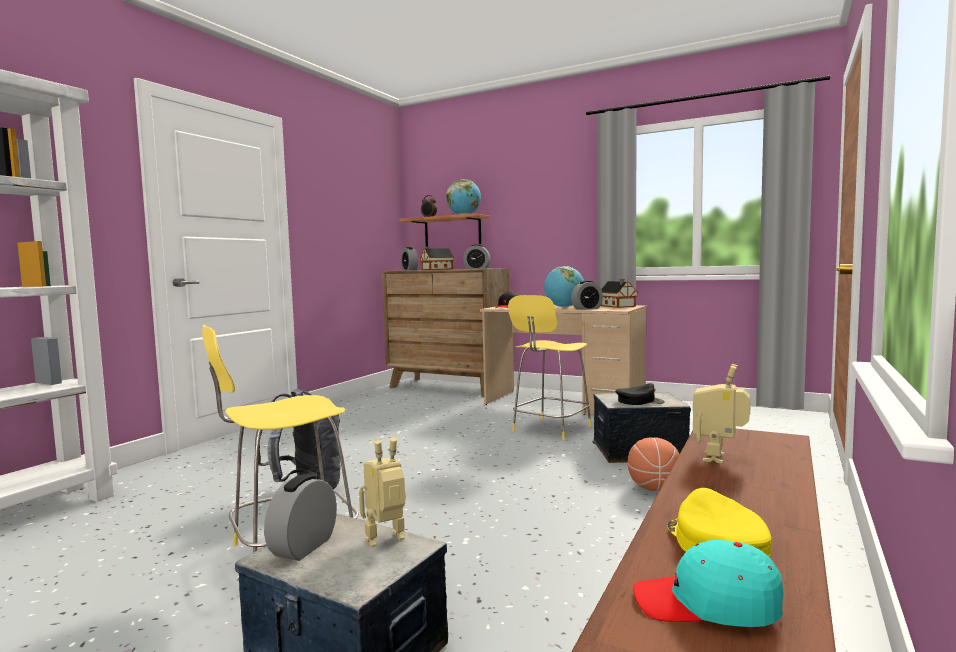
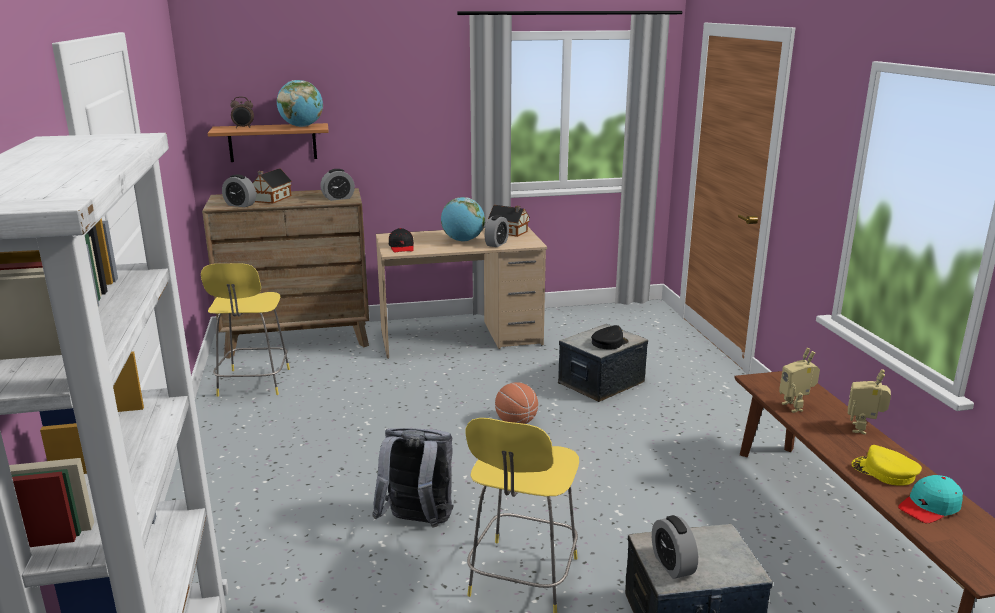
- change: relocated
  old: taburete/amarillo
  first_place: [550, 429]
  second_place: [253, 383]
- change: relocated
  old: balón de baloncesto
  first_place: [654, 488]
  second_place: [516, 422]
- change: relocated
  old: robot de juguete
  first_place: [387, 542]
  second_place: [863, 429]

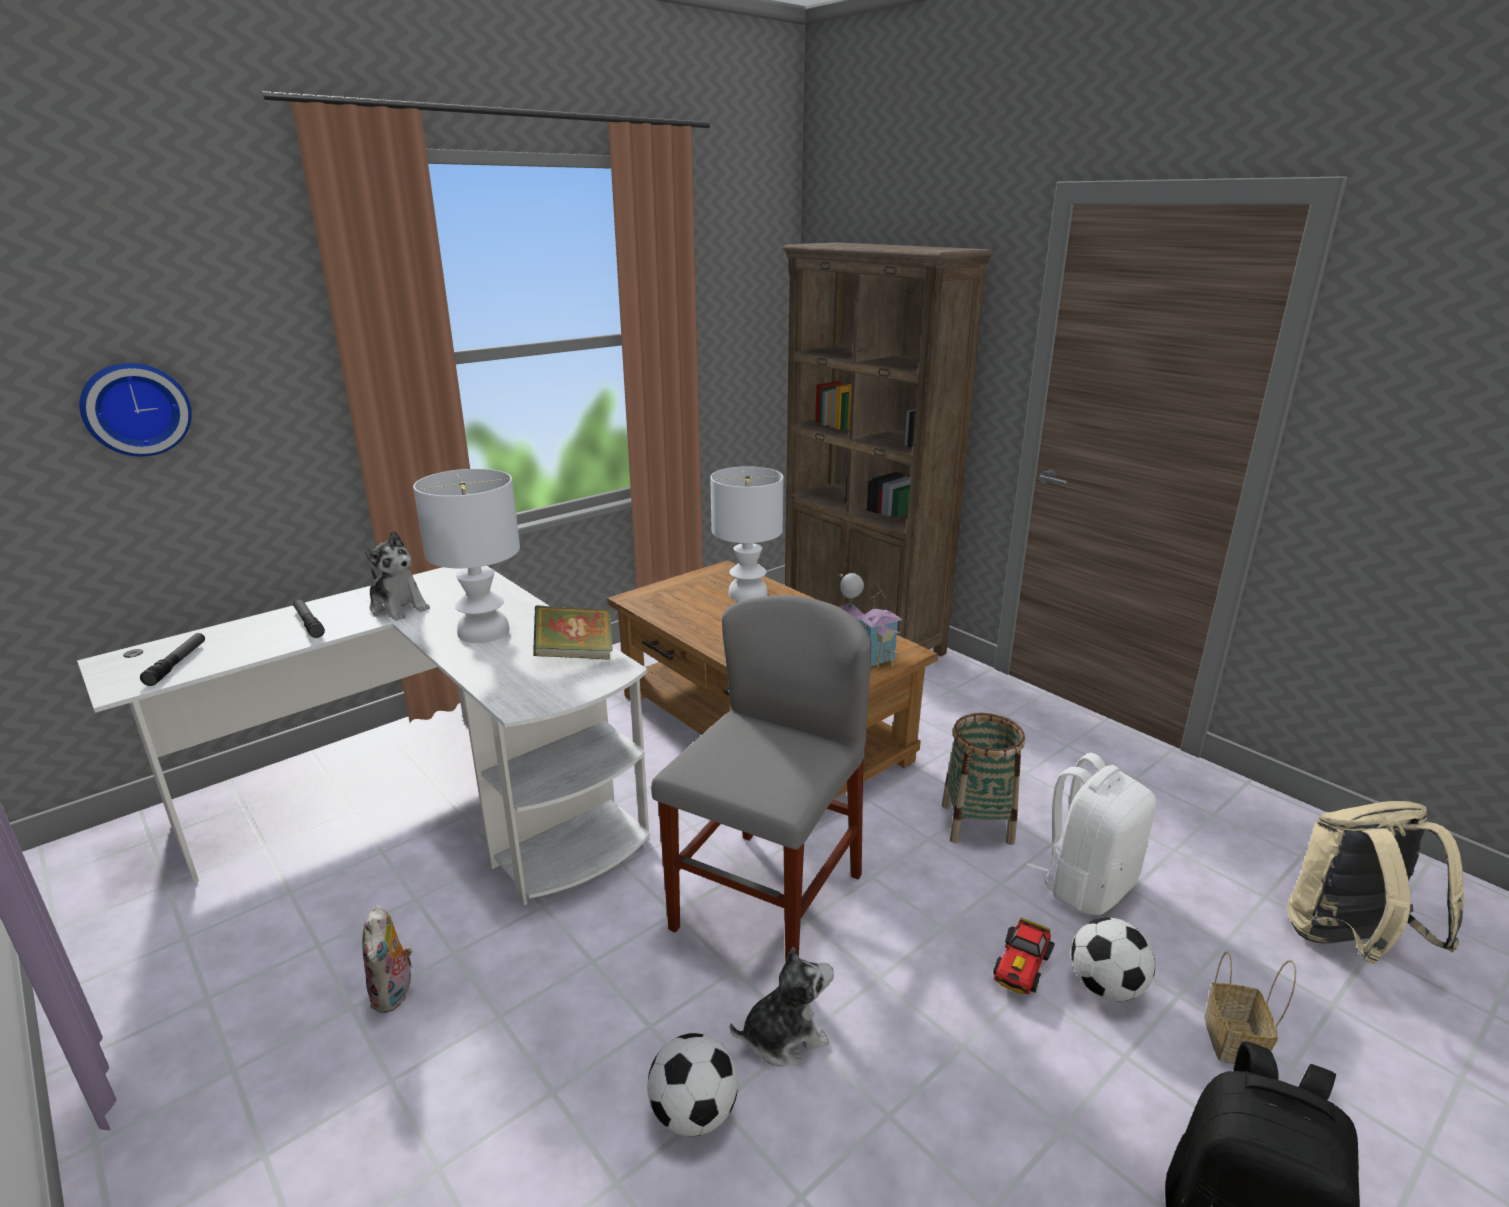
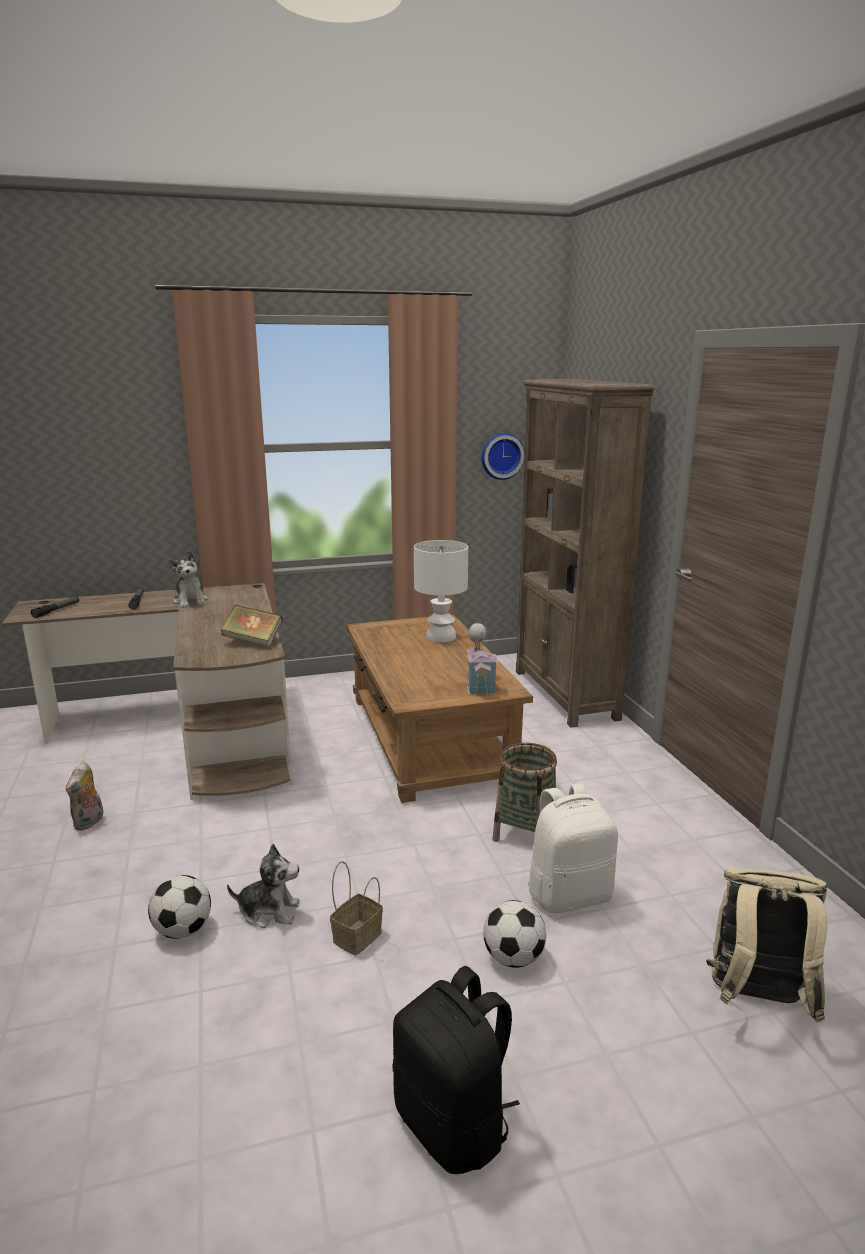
- change: colour
  old: escritorio/blanco
  new: escritorio/marrón
  first_place: [436, 800]
  second_place: [193, 733]
- change: relocated
  old: cesta
  first_place: [1235, 1042]
  second_place: [357, 938]
- change: relocated
  old: reloj de pared
  first_place: [135, 409]
  second_place: [501, 455]
- change: missing
  old: lámpara de mesa/blanco
  first_place: [485, 631]
- change: missing
  old: silla/gris
  first_place: [767, 901]
- change: missing
  old: coche de juguete
  first_place: [1021, 968]

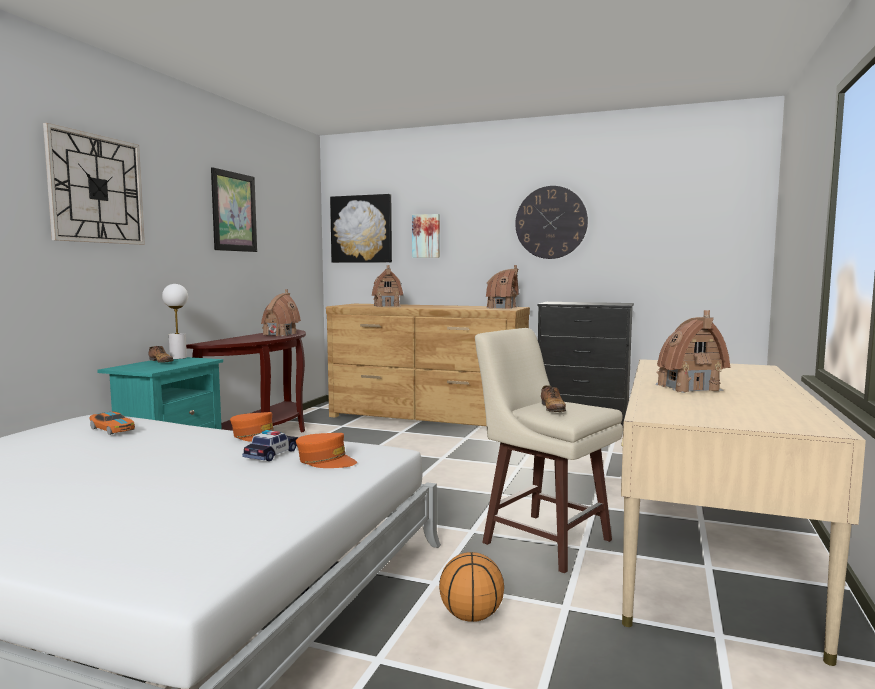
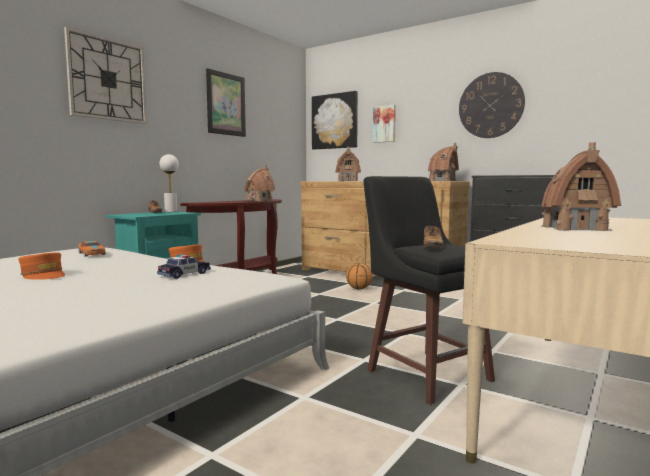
- change: relocated
  old: gorra/naranja
  first_place: [326, 461]
  second_place: [43, 275]
- change: relocated
  old: balón de baloncesto
  first_place: [472, 616]
  second_place: [359, 289]
- change: colour
  old: taburete/beis
  new: taburete/negro
  first_place: [544, 540]
  second_place: [427, 374]

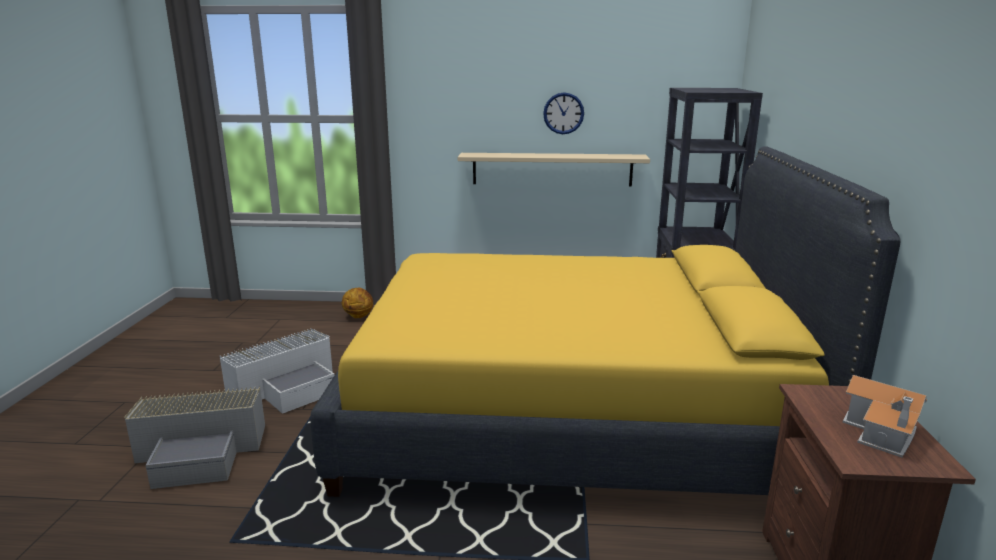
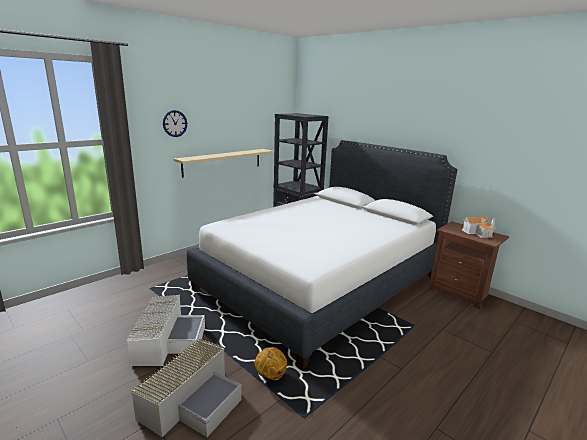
- change: relocated
  old: reloj de pared
  first_place: [563, 113]
  second_place: [175, 123]
- change: colour
  old: cama/amarillo
  new: cama/blanco
  first_place: [569, 415]
  second_place: [321, 282]
- change: relocated
  old: balón de baloncesto
  first_place: [358, 316]
  second_place: [270, 375]

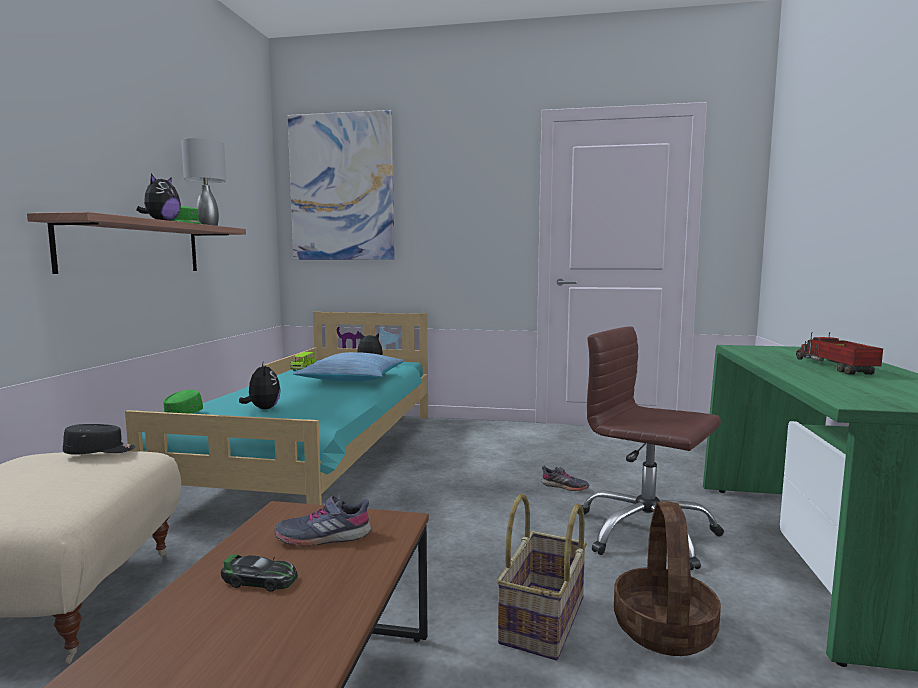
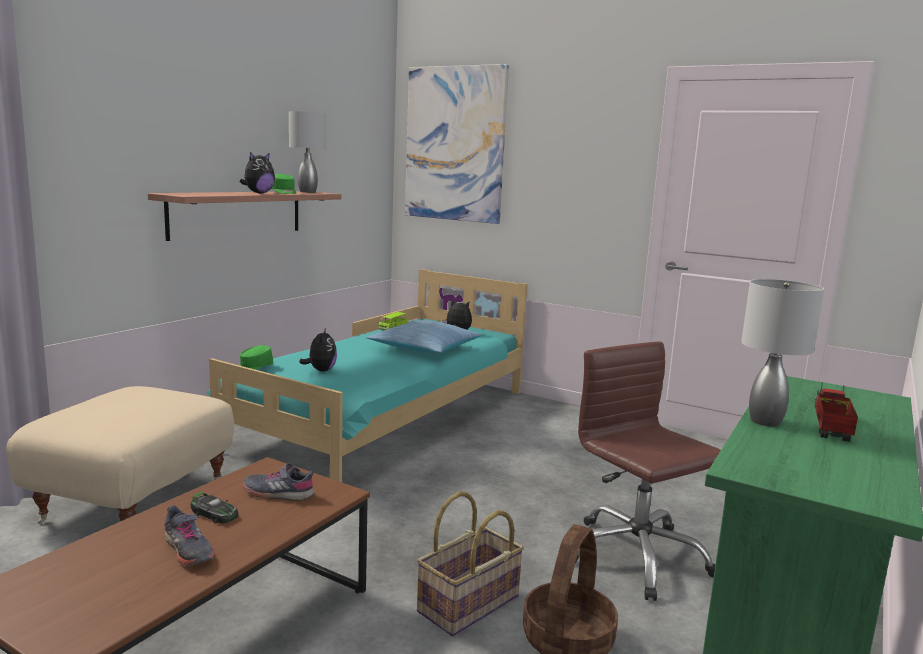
- change: relocated
  old: zapato/gris
  first_place: [564, 487]
  second_place: [187, 550]
- change: appeared
  new: lámpara de mesa/gris
  second_place: [765, 421]
- change: missing
  old: gorra/negro
  first_place: [100, 452]

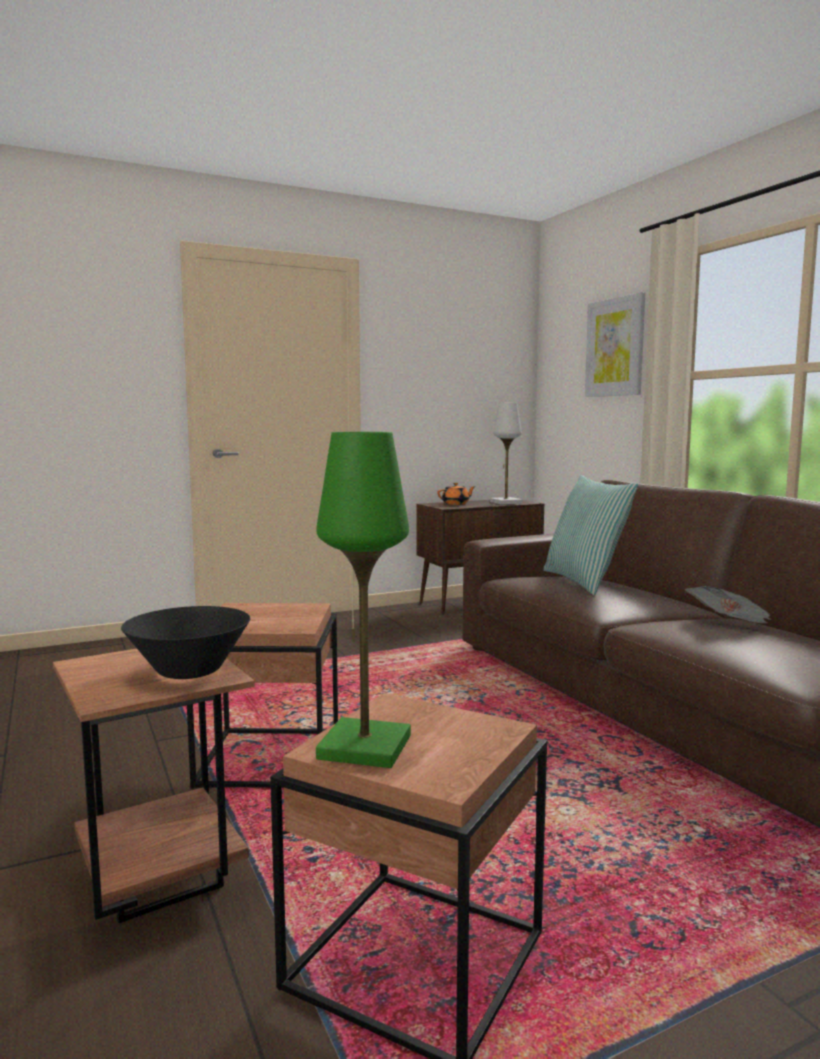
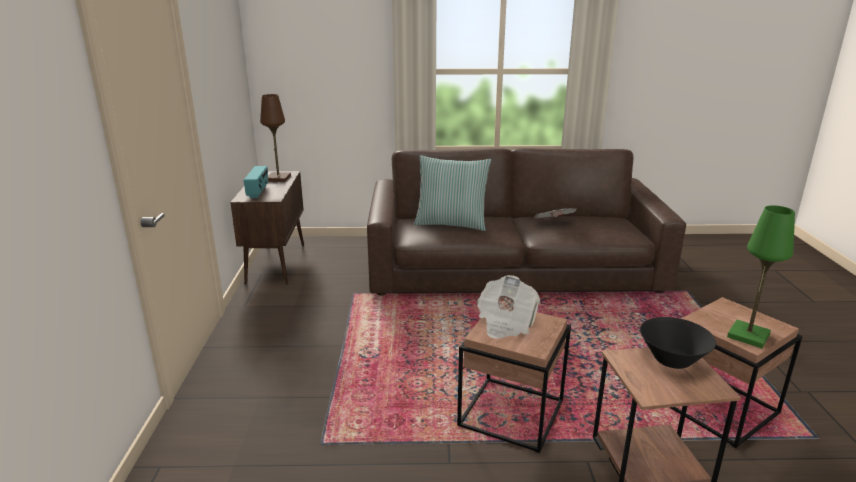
- change: exchanged
  old: tetera/naranja
  new: radio
  first_place: [456, 504]
  second_place: [258, 192]
- change: colour
  old: lámpara de mesa/blanco
  new: lámpara de mesa/marrón
  first_place: [506, 502]
  second_place: [278, 178]
- change: appeared
  new: periódico
  second_place: [505, 322]
- change: missing
  old: cuadro
  first_place: [615, 347]

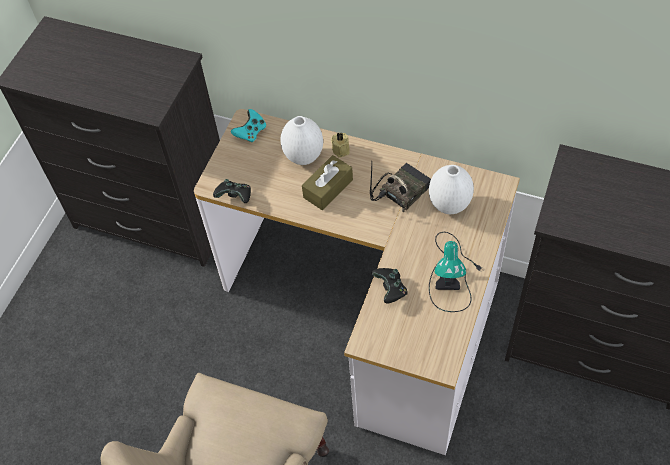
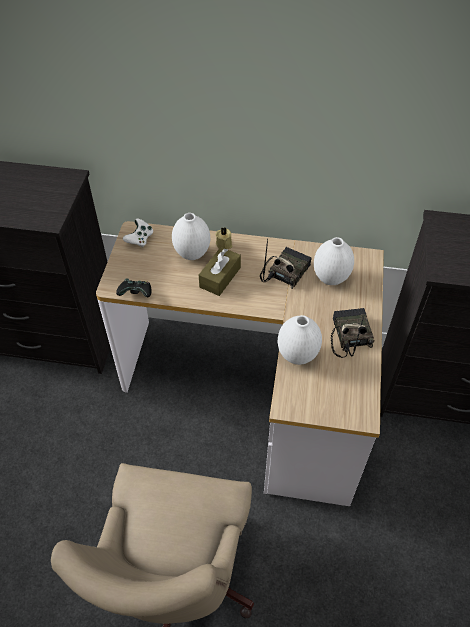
- change: colour
  old: mando de consola/turquesa
  new: mando de consola/blanco
  first_place: [251, 132]
  second_place: [140, 239]
- change: exchanged
  old: mando de consola/negro
  new: florero/blanco
  first_place: [390, 290]
  second_place: [298, 356]
- change: exchanged
  old: lámpara de mesa
  new: radio
  first_place: [451, 274]
  second_place: [348, 335]

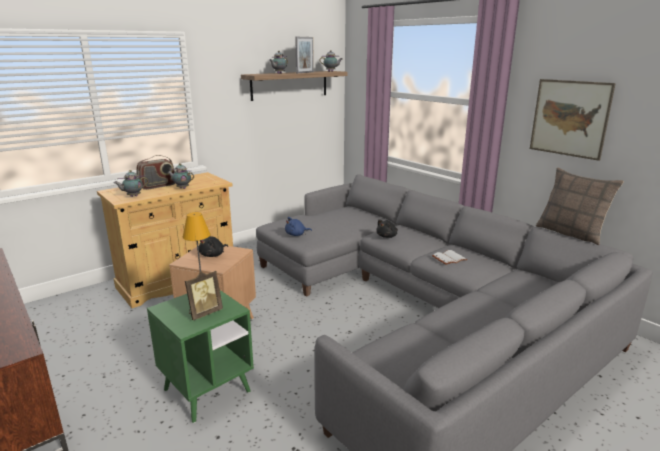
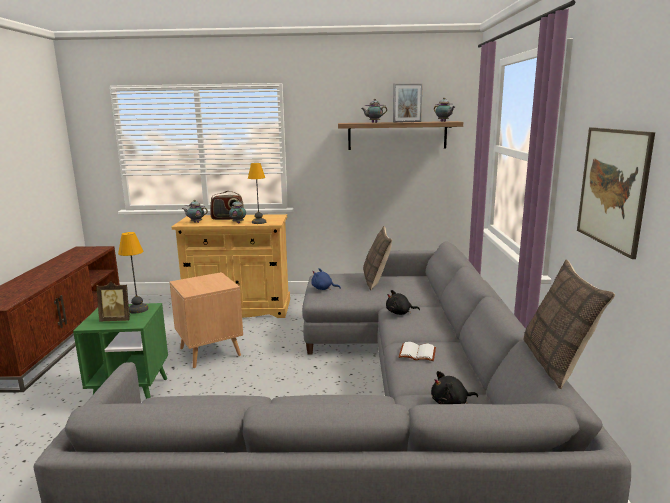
- change: appeared
  new: lámpara de mesa
  second_place: [258, 222]
- change: appeared
  new: cojín
  second_place: [376, 281]
- change: relocated
  old: peluche/negro
  first_place: [213, 255]
  second_place: [451, 404]

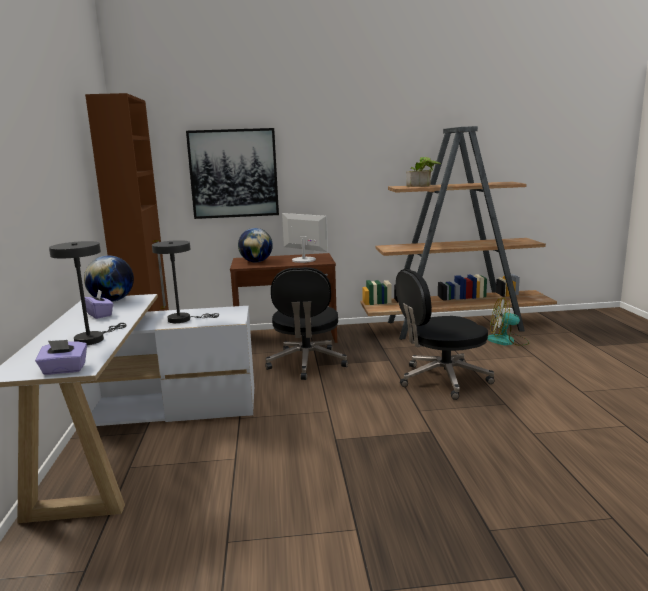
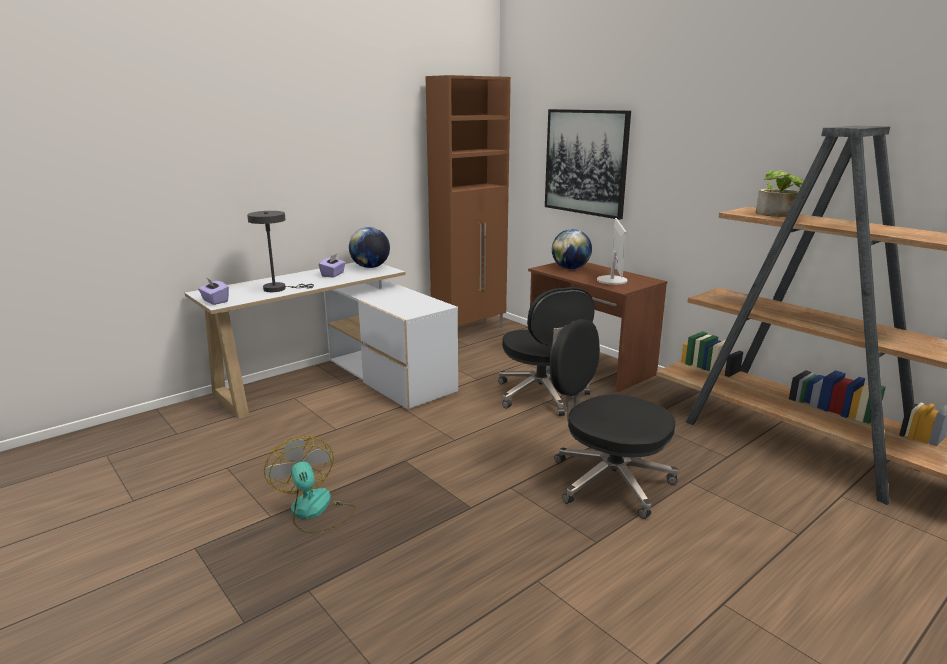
- change: relocated
  old: ventilador
  first_place: [507, 341]
  second_place: [314, 511]
- change: spun
  old: silla de oficina/negro
  first_place: [306, 364]
  second_place: [542, 395]
  degrees: -75
- change: missing
  old: lámpara de mesa/gris
  first_place: [183, 319]

